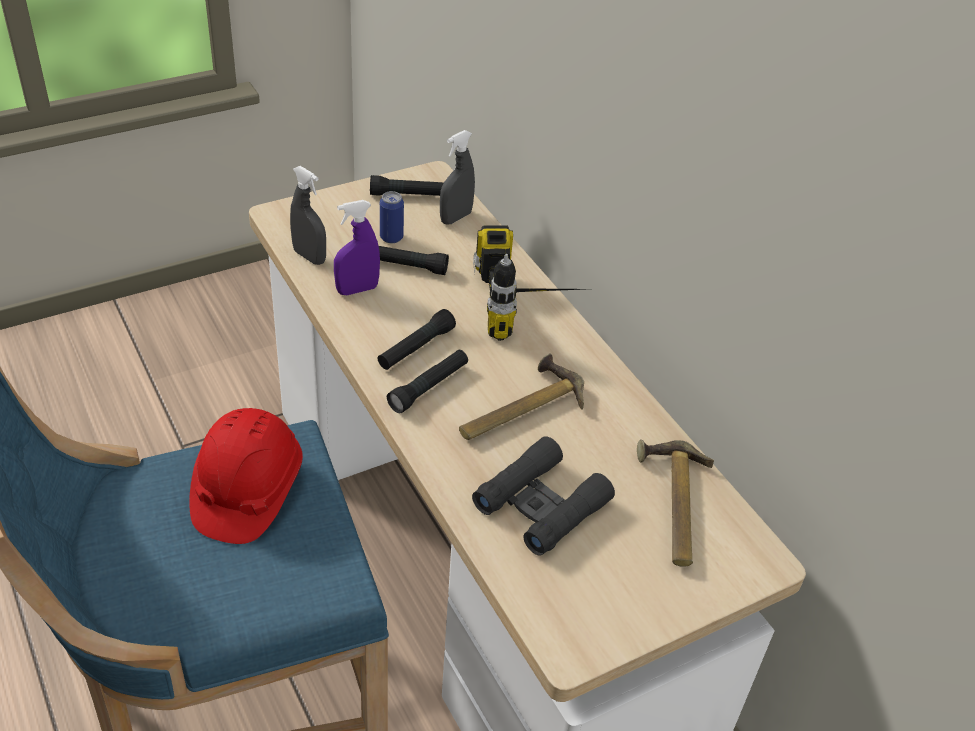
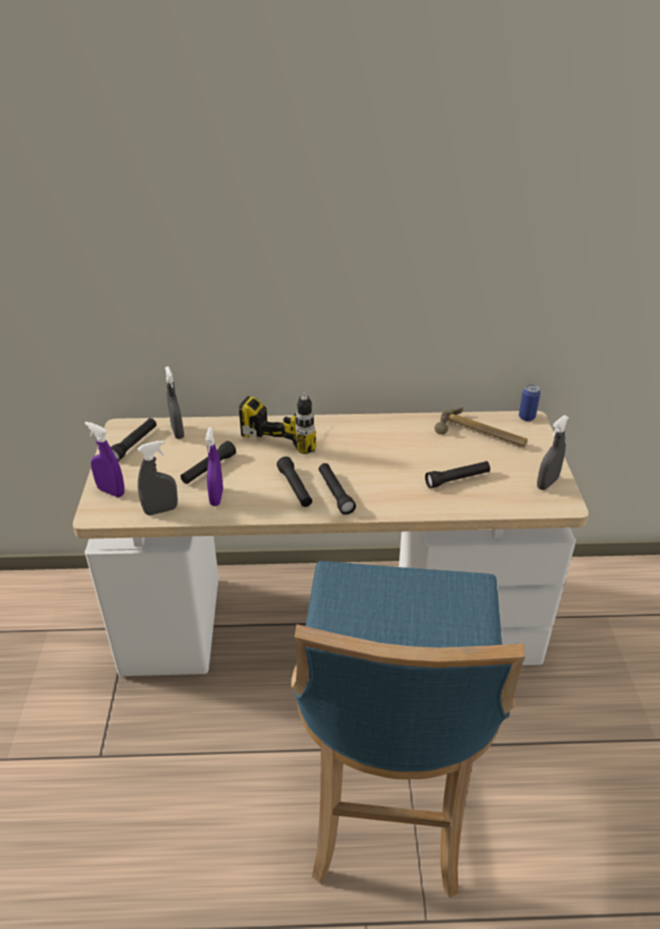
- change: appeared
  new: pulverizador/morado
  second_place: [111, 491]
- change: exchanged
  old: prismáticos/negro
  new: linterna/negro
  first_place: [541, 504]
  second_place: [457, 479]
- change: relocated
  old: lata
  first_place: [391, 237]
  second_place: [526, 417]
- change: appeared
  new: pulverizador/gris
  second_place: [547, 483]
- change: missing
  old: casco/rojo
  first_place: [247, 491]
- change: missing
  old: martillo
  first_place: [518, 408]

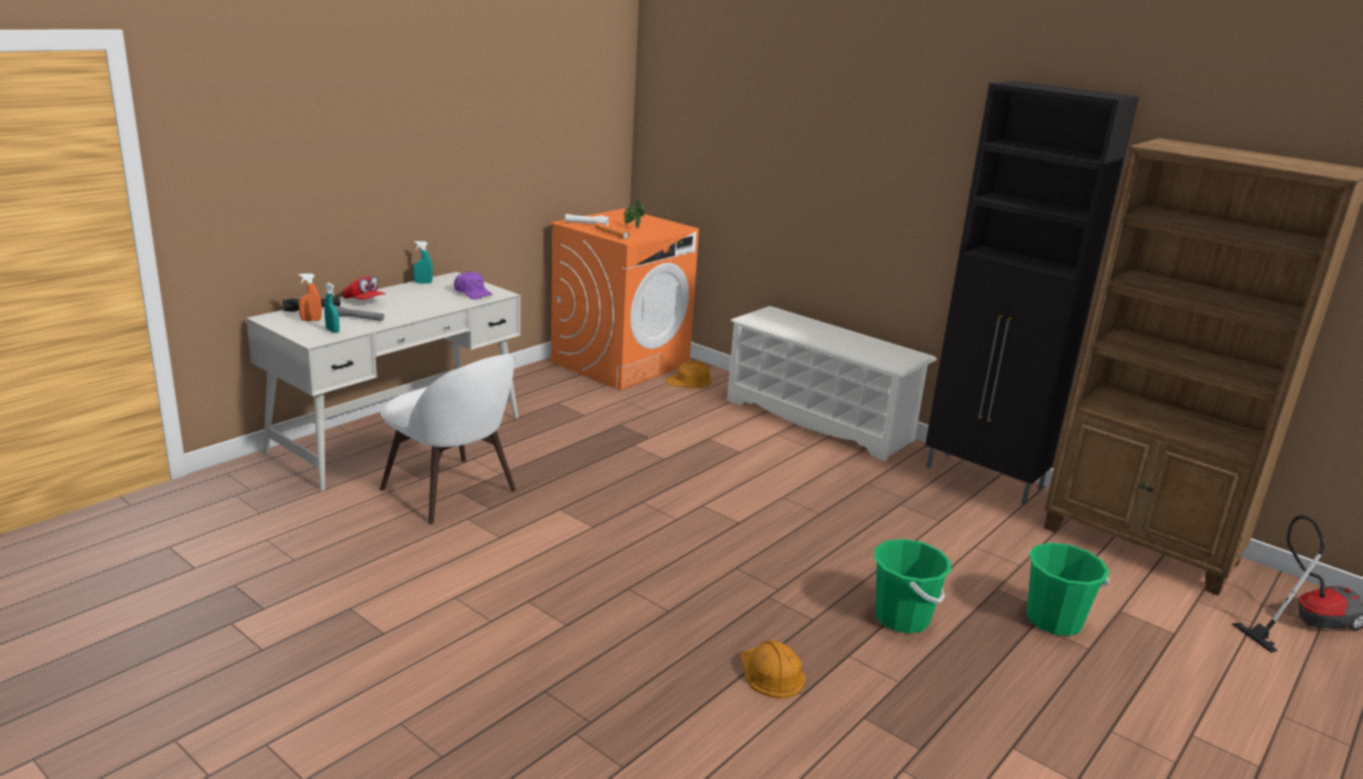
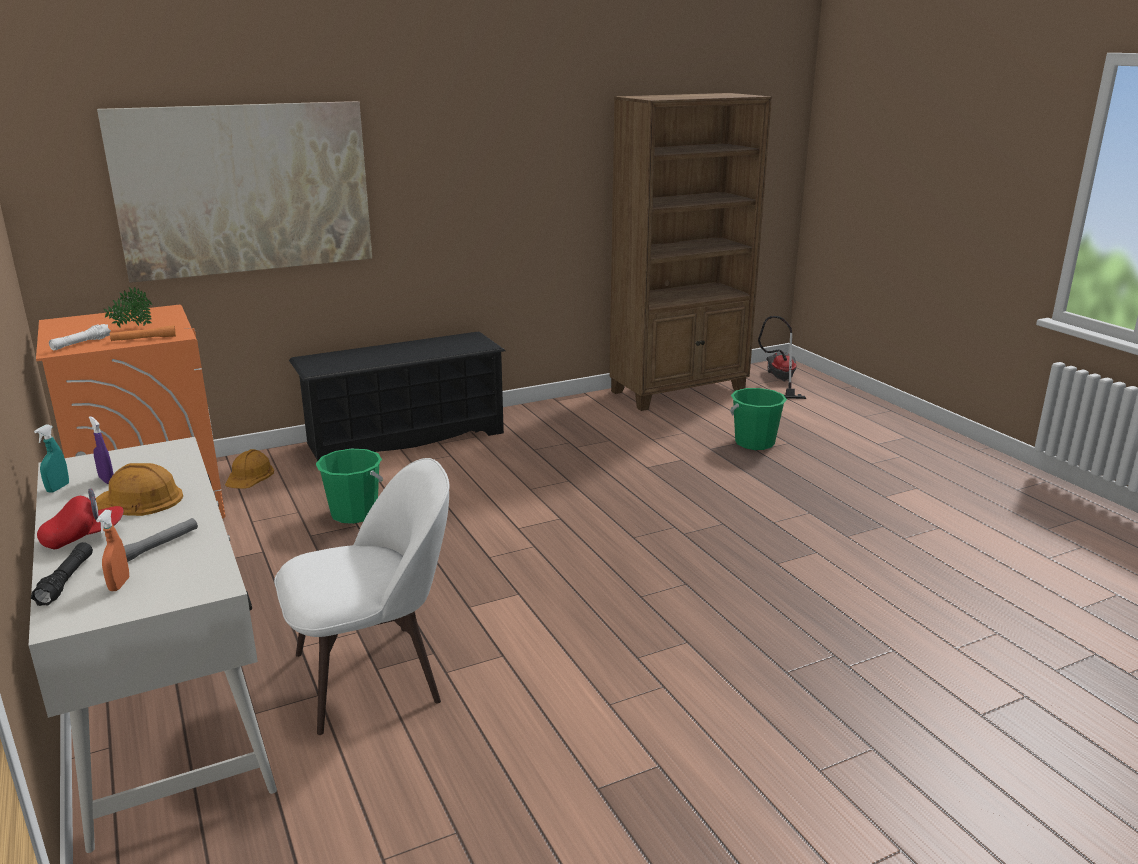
- change: appeared
  new: pulverizador/morado
  second_place: [106, 480]
- change: relocated
  old: casco/naranja
  first_place: [771, 673]
  second_place: [138, 500]
- change: appeared
  new: cuadro
  second_place: [245, 189]
- change: colour
  old: zapatero/blanco
  new: zapatero/negro
  first_place: [820, 420]
  second_place: [405, 438]
- change: relocated
  old: cubo/verde
  first_place: [902, 618]
  second_place: [354, 513]
- change: missing
  old: pulverizador/turquesa
  first_place: [332, 331]
- change: missing
  old: gorra/morado
  first_place: [472, 293]
- change: missing
  old: armario/negro
  first_place: [984, 479]

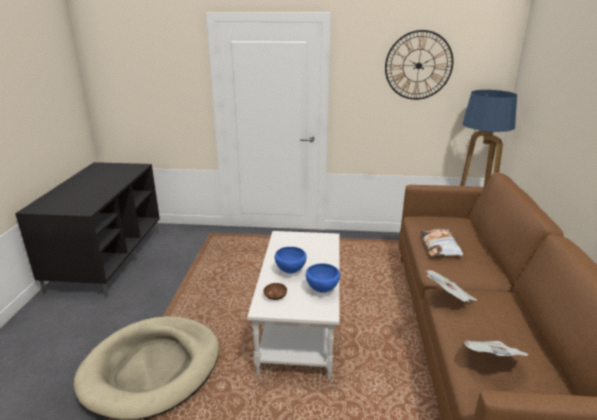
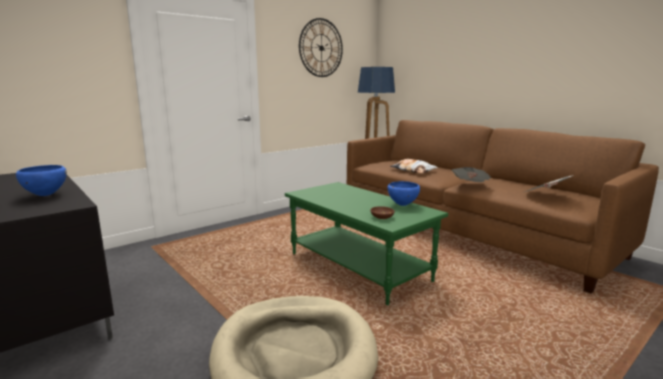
- change: relocated
  old: cuenco/azul
  first_place: [290, 272]
  second_place: [45, 195]
- change: colour
  old: mesa de centro/blanco
  new: mesa de centro/verde
  first_place: [300, 326]
  second_place: [359, 267]

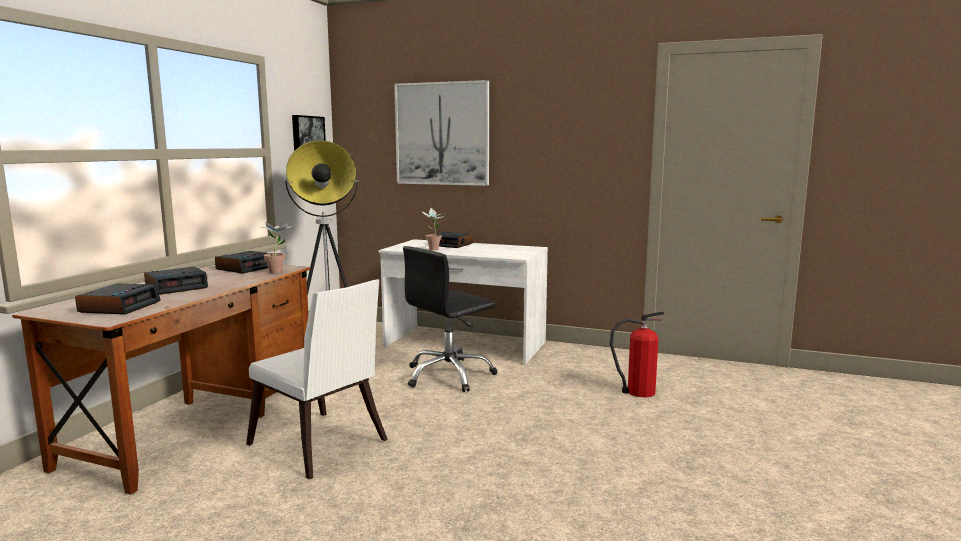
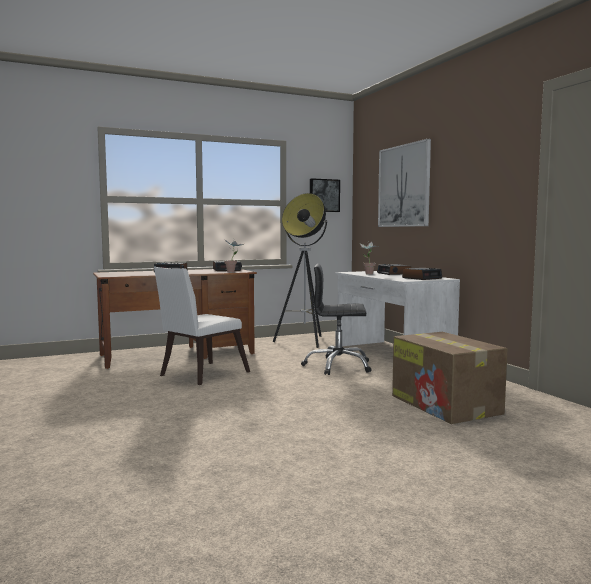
- change: spun
  old: silla/blanco
  first_place: [321, 447]
  second_place: [200, 375]
  degrees: 45
- change: exchanged
  old: extintor
  new: caja de cartón
  first_place: [638, 392]
  second_place: [446, 405]
- change: relocated
  old: despertador
  first_place: [120, 306]
  second_place: [421, 278]

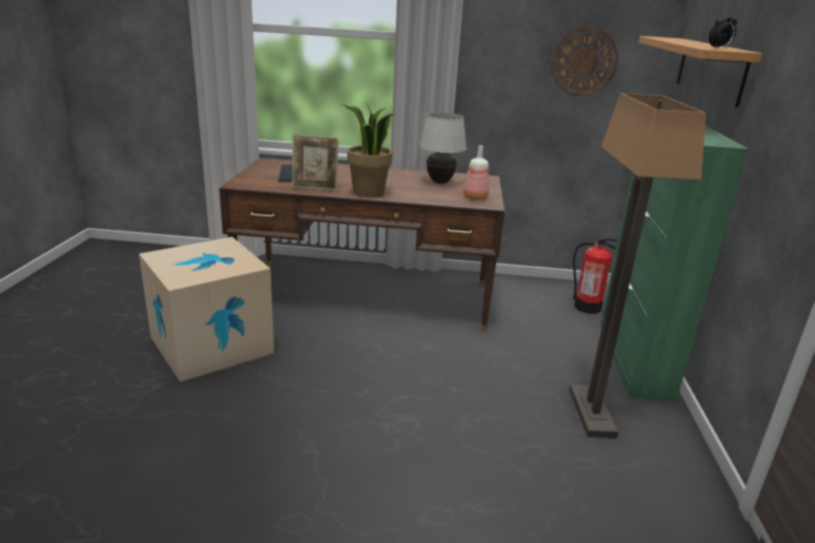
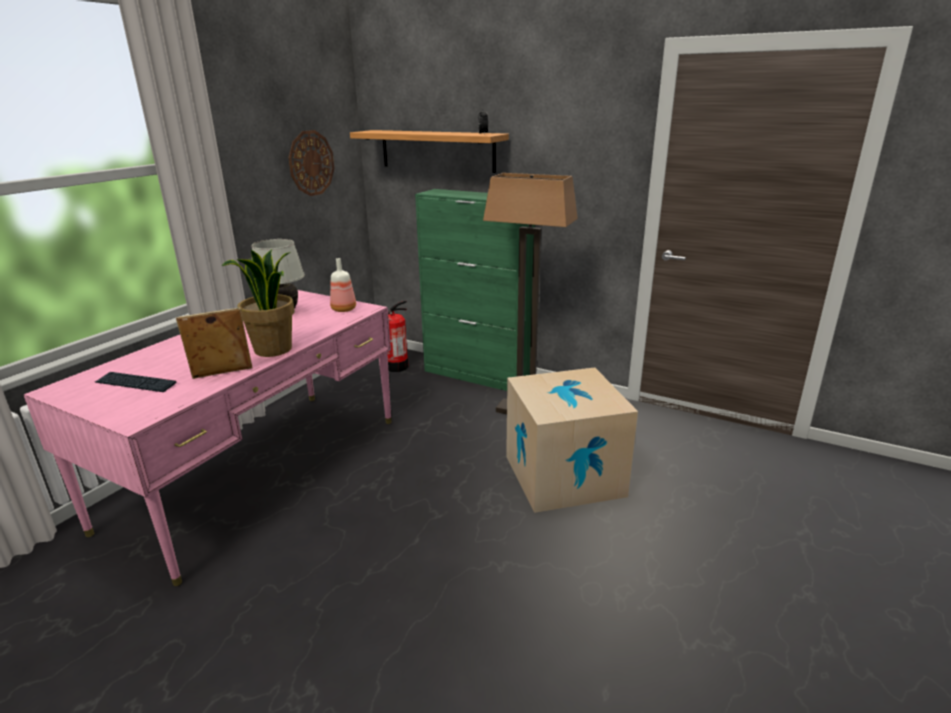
- change: colour
  old: escritorio/marrón
  new: escritorio/rosa
  first_place: [366, 295]
  second_place: [259, 470]
- change: spun
  old: portarretratos
  first_place: [315, 189]
  second_place: [222, 374]
  degrees: -135
- change: relocated
  old: caja de cartón
  first_place: [211, 345]
  second_place: [563, 475]

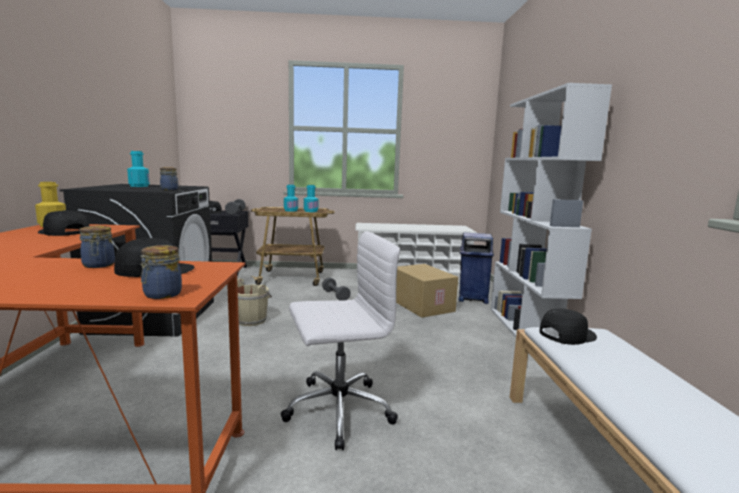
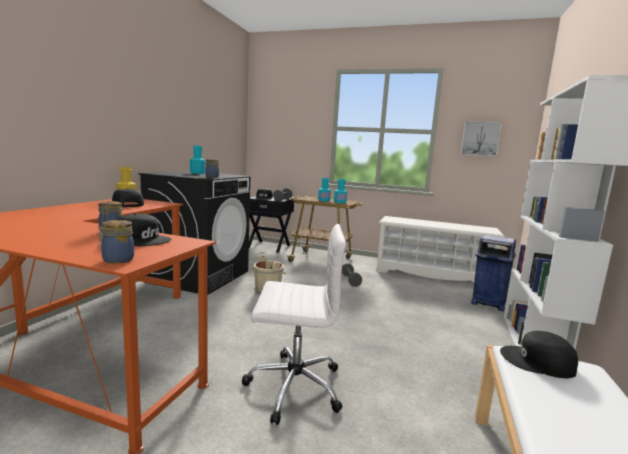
- change: appeared
  new: cuadro
  second_place: [480, 138]
- change: spun
  old: gorra/negro
  first_place: [566, 334]
  second_place: [538, 362]
  degrees: -150
- change: missing
  old: caja de cartón
  first_place: [421, 305]

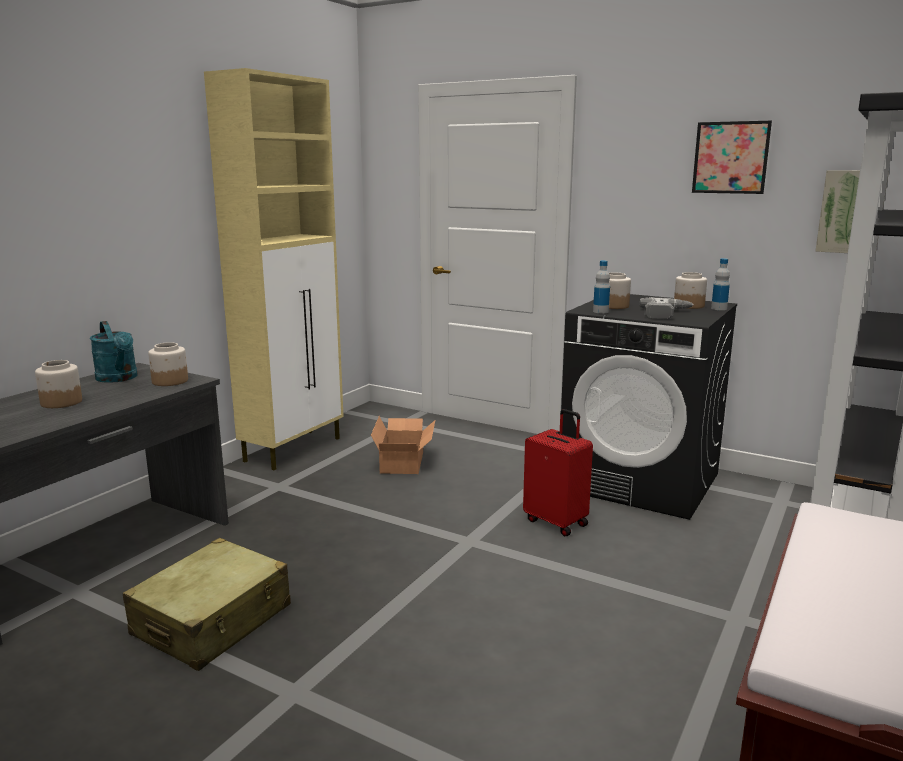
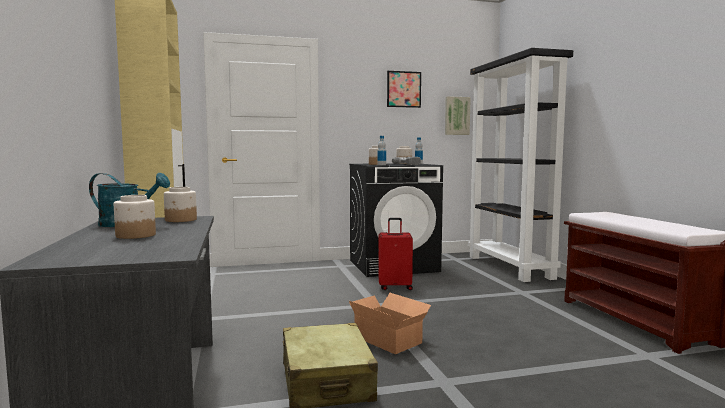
- change: relocated
  old: caja de cartón
  first_place: [405, 461]
  second_place: [388, 339]

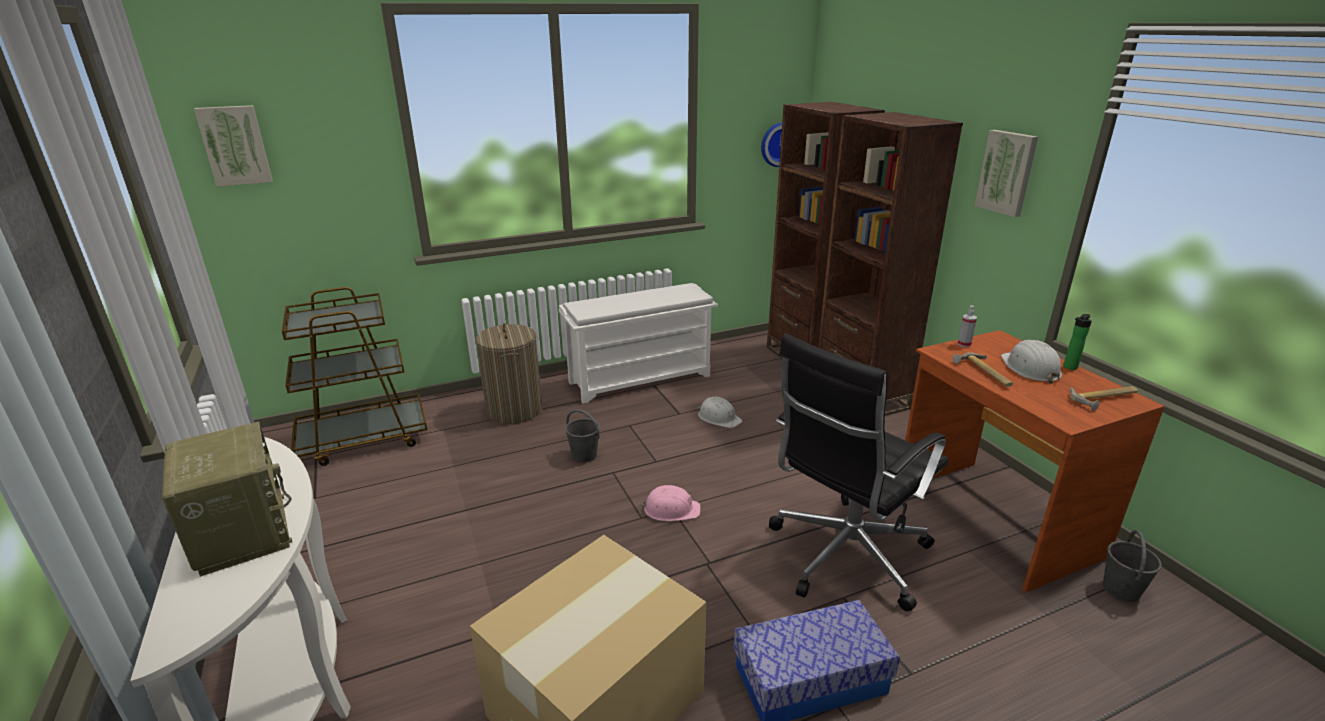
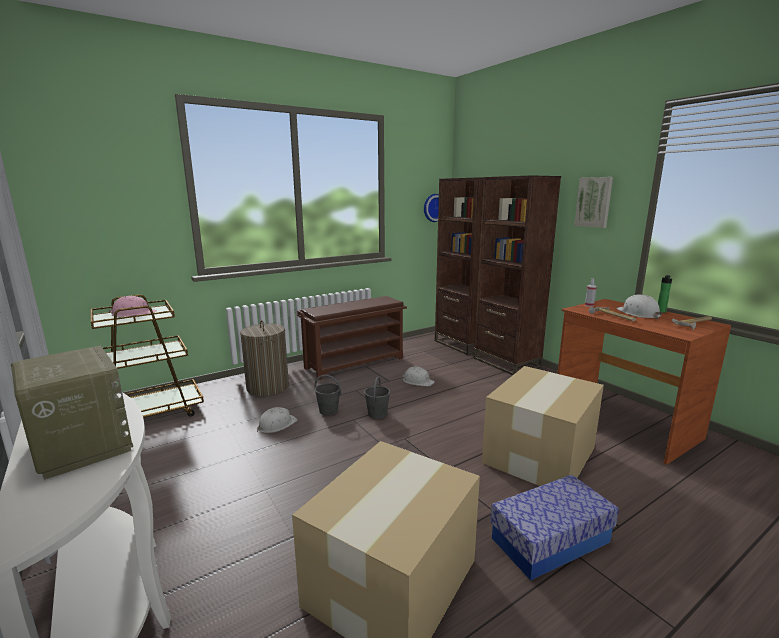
- change: relocated
  old: casco/rosa
  first_place: [671, 509]
  second_place: [133, 314]
- change: appeared
  new: casco/blanco
  second_place: [276, 424]
- change: colour
  old: zapatero/blanco
  new: zapatero/marrón
  first_place: [641, 378]
  second_place: [355, 363]
- change: relocated
  old: cubo/gris
  first_place: [1121, 590]
  second_place: [377, 414]
- change: exchanged
  old: silla de oficina/negro
  new: caja de cartón
  first_place: [845, 556]
  second_place: [538, 455]
- change: missing
  old: cuadro
  first_place: [235, 145]

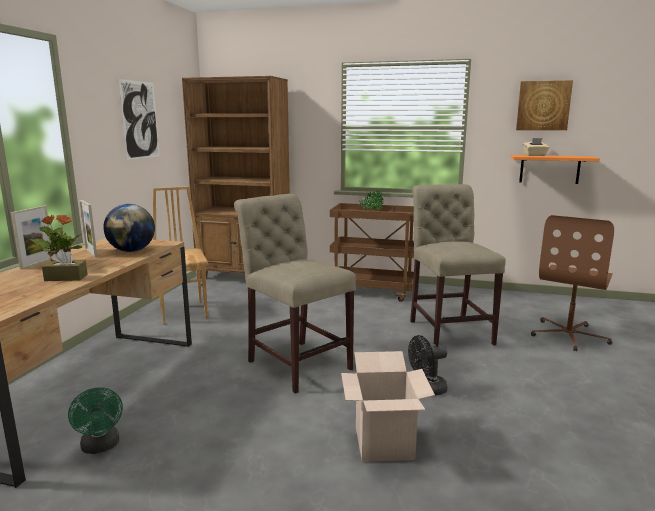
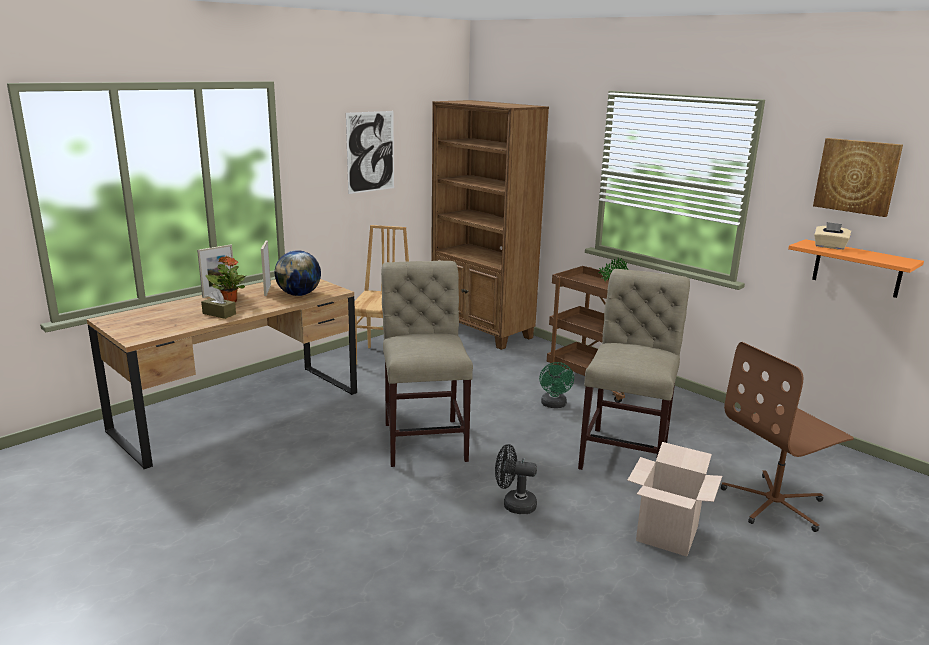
- change: relocated
  old: ventilador/verde
  first_place: [101, 447]
  second_place: [554, 405]
- change: relocated
  old: caja de cartón
  first_place: [384, 443]
  second_place: [667, 534]

